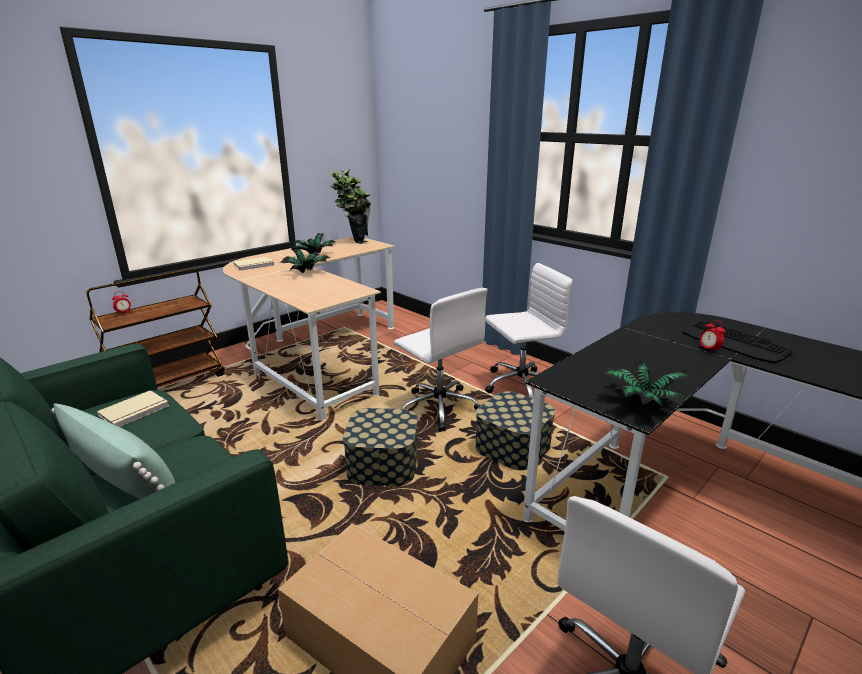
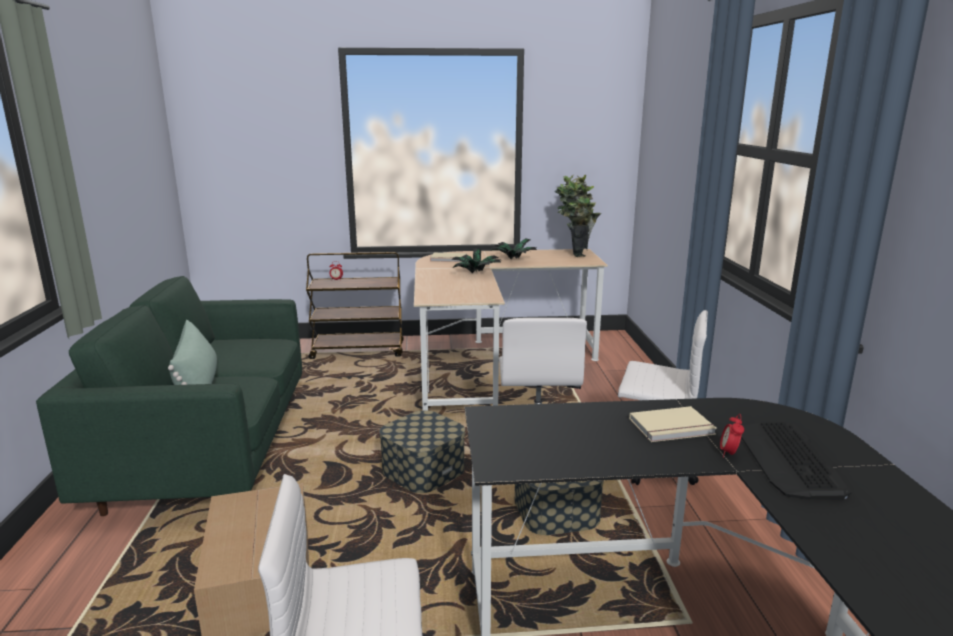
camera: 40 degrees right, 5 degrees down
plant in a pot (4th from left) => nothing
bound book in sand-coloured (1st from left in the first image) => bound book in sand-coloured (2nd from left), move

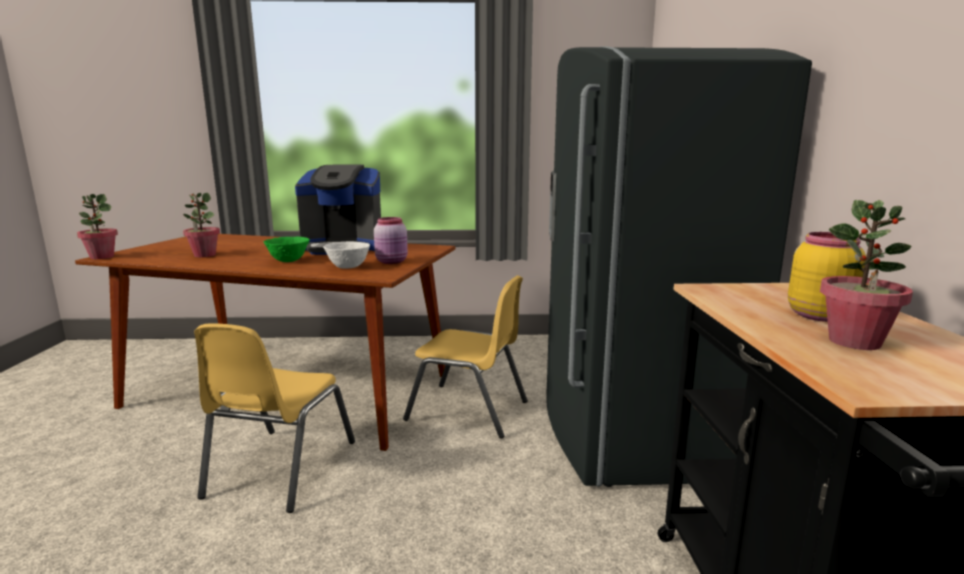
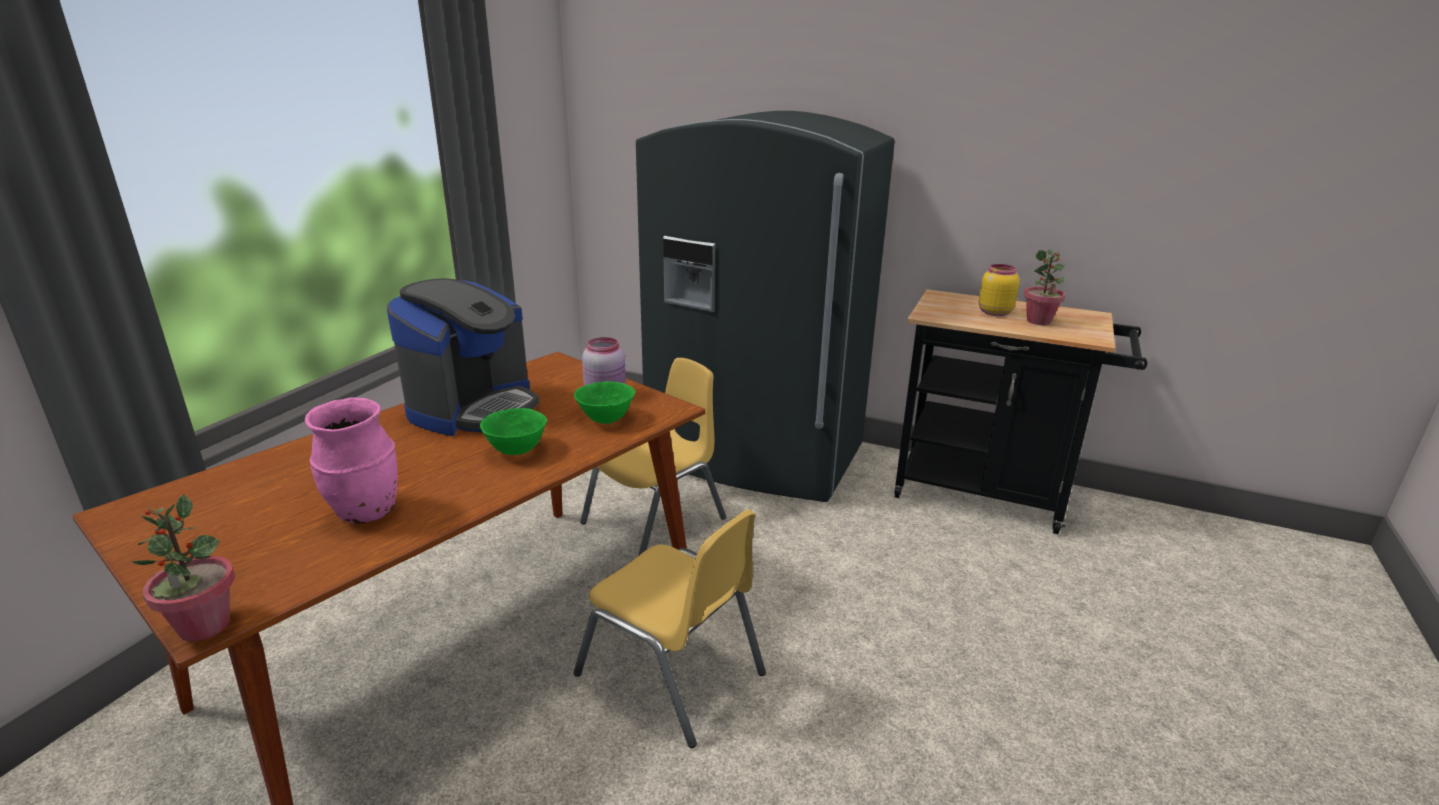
camera: 65 degrees left, 10 degrees up
plant in a pot (2nd from left) => flower vase in pink
bowl in white => bowl in green (2nd from left)

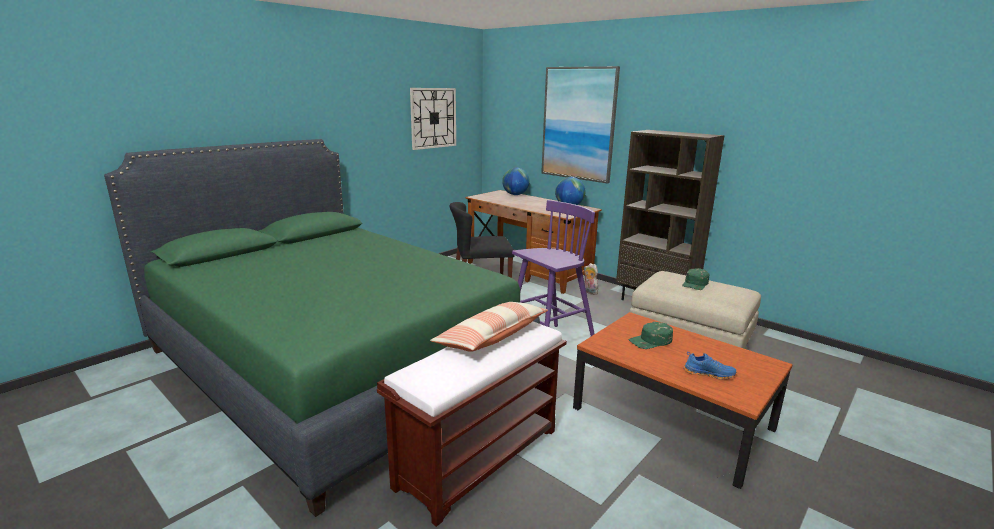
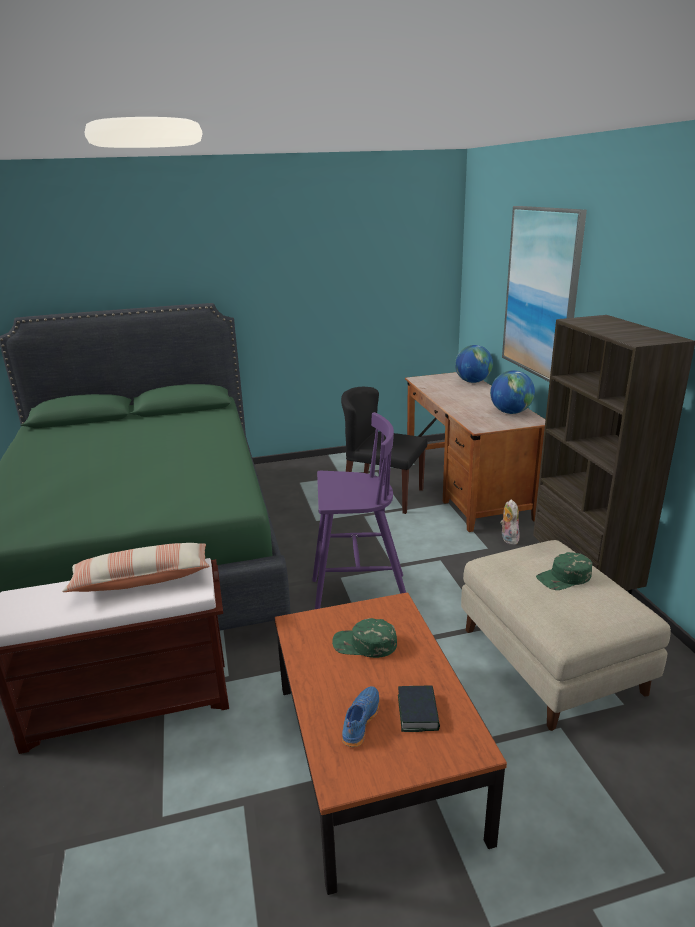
camera: 35 degrees right, 5 degrees up
wall clock => nothing
nothing => bound book
item of footwear in blue-coloured, 120 degrees counterclockwise

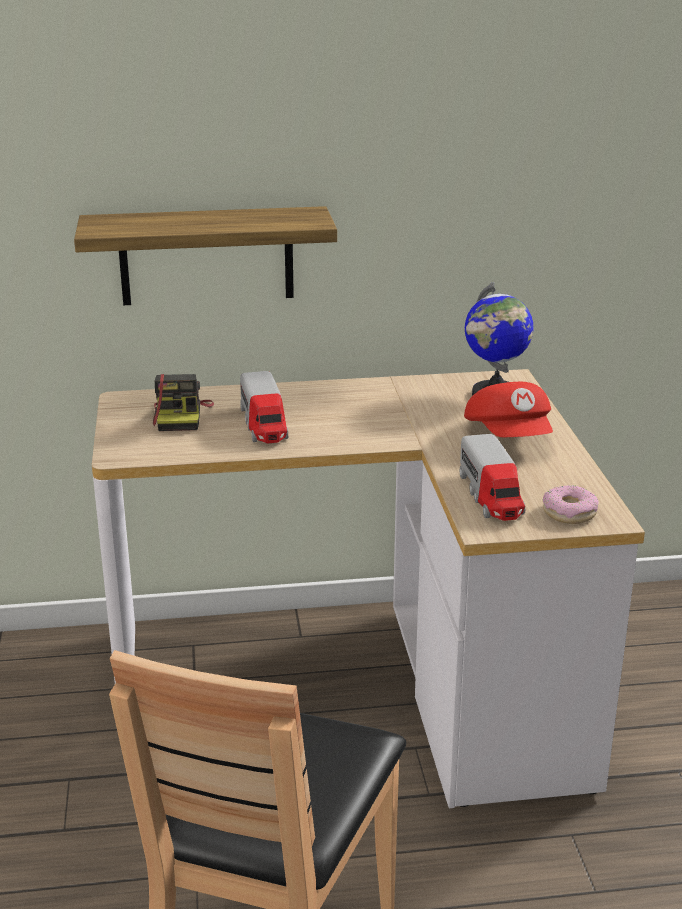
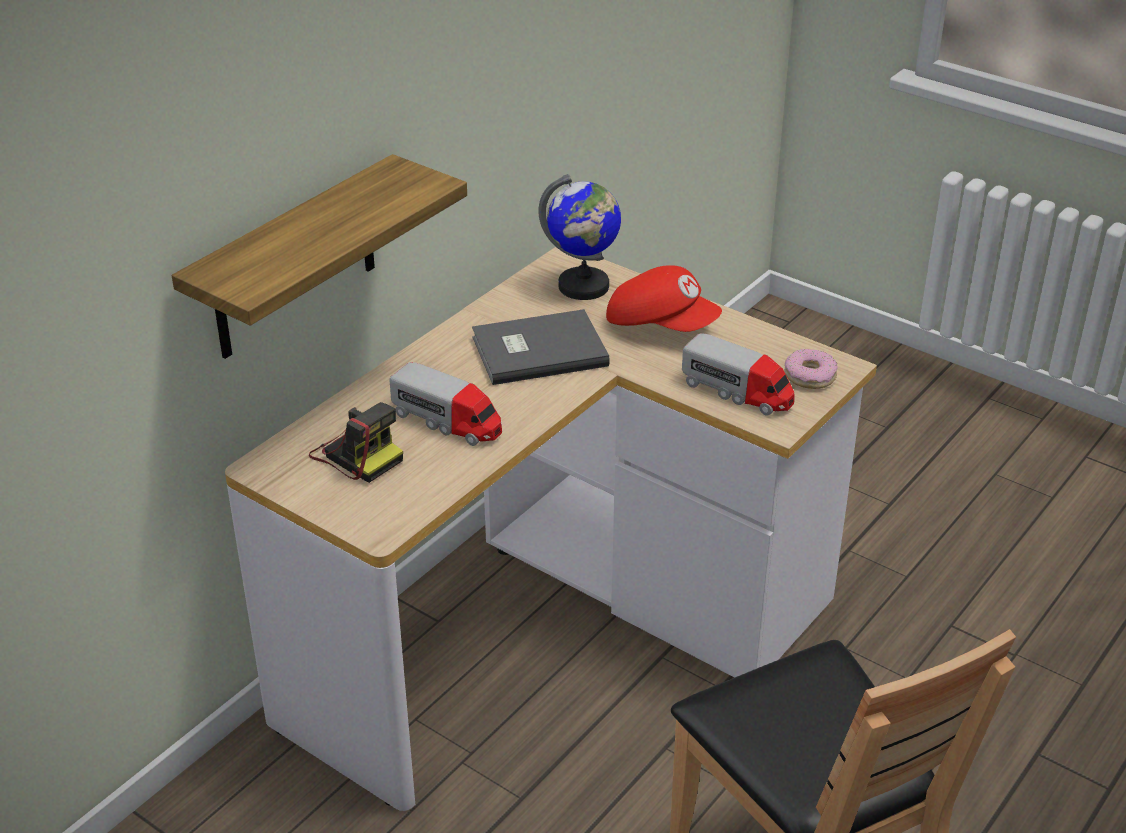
camera: 45 degrees left, 10 degrees up
nothing => bound book in gray

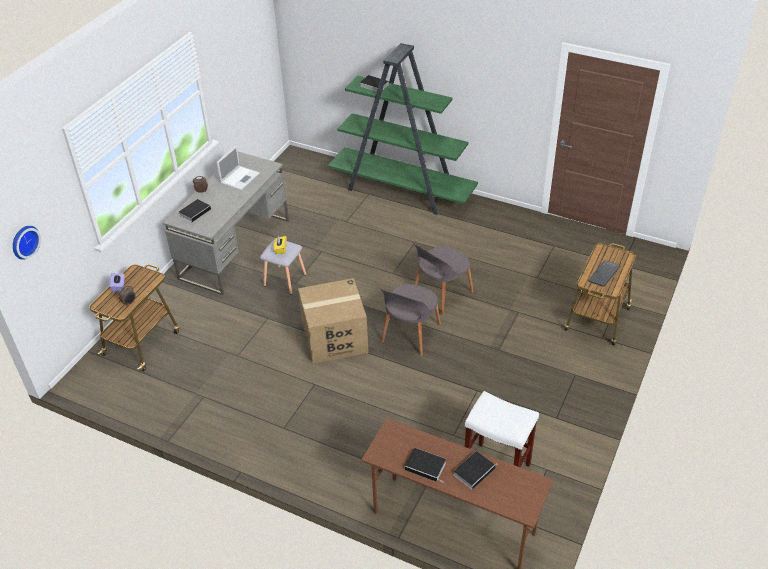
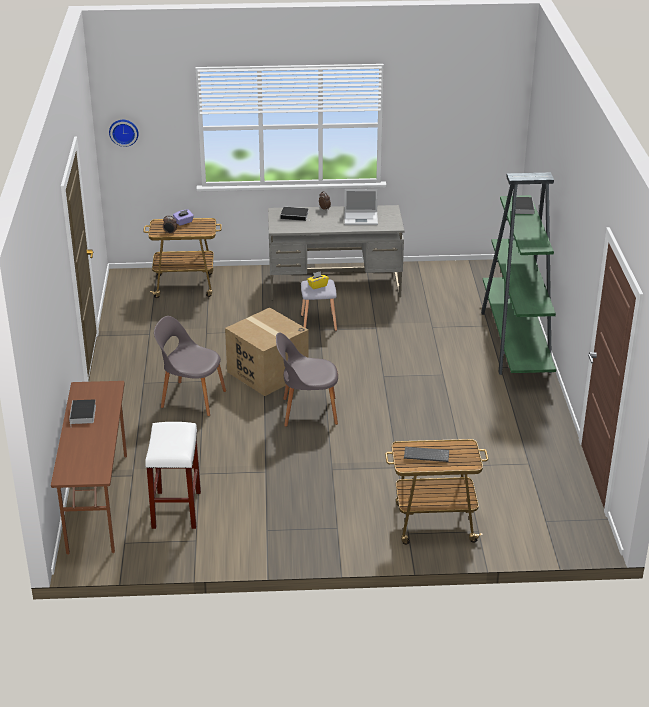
camera: 60 degrees right, 10 degrees down
bound book (4th from left) => nothing
plain chair in gray (2nd from left in the first image) => plain chair in gray (1st from left), move

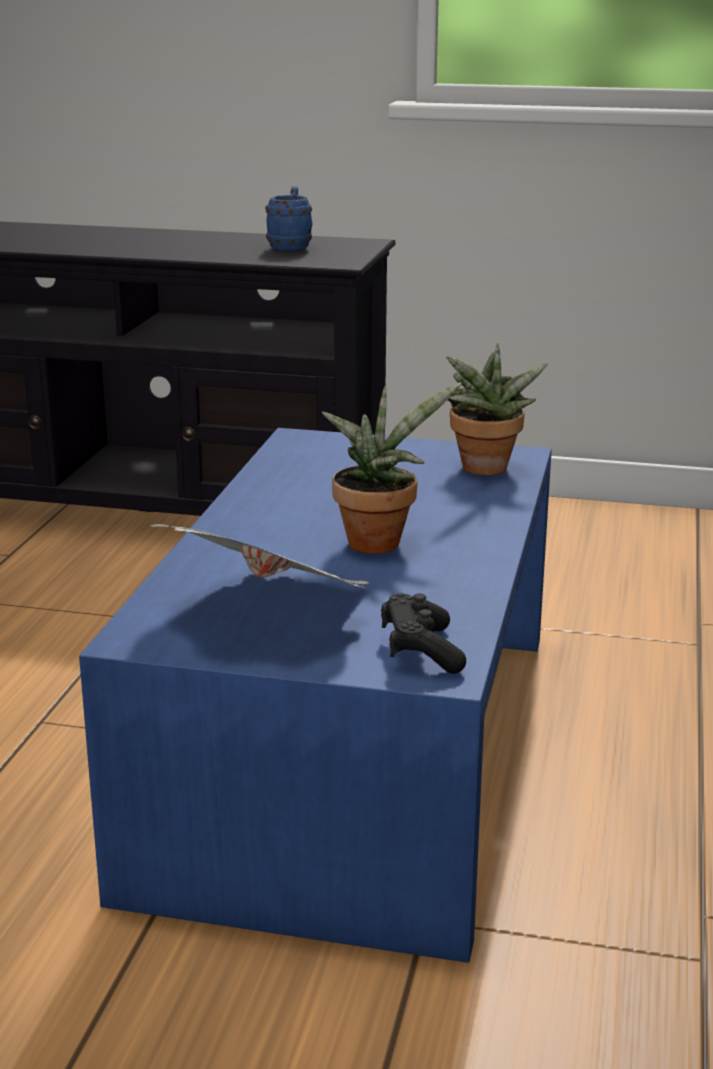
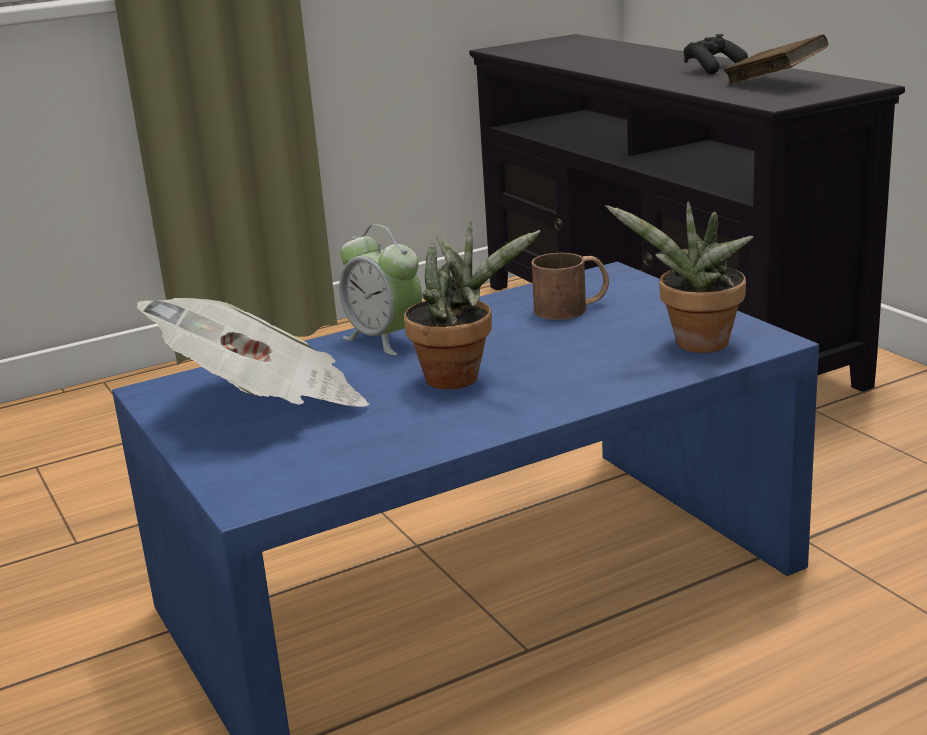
camera: 50 degrees right, 0 degrees up
nothing => alarm clock
nothing => mug in brown-coloured
joypad in black, move
mug in blue-coloured => bound book in brown-coloured

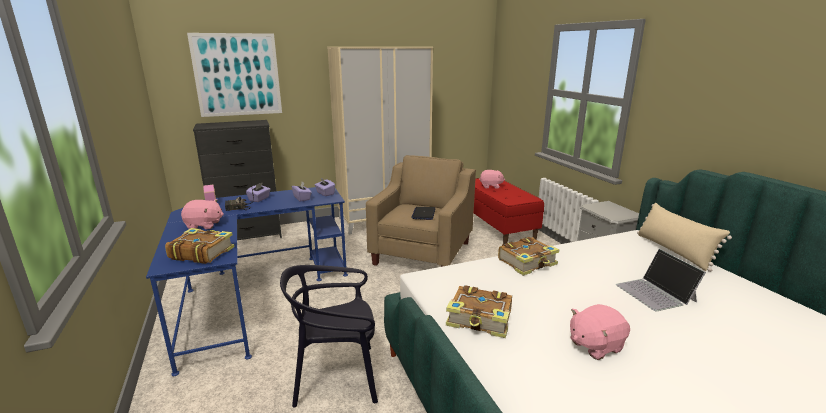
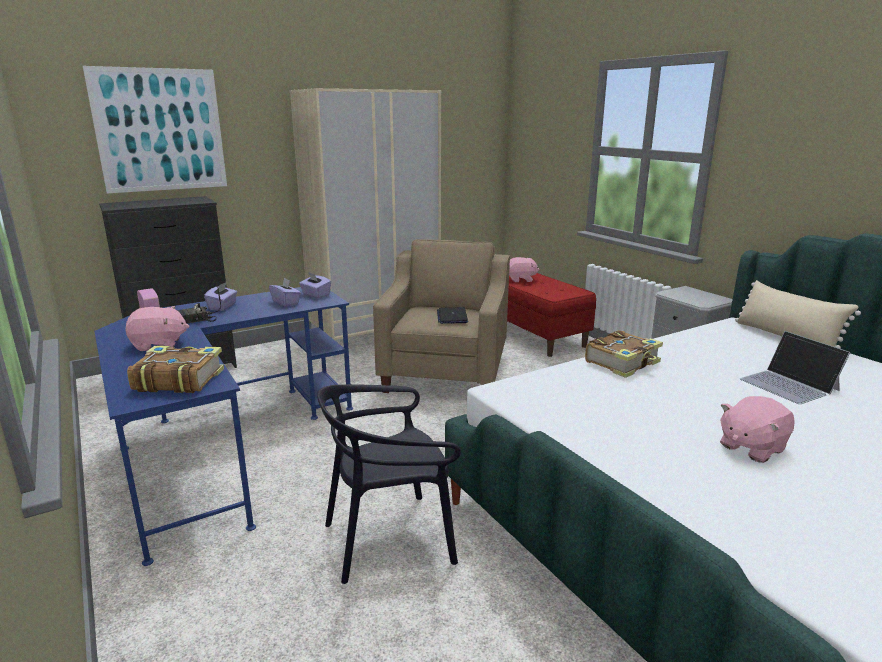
camera: 10 degrees left, 0 degrees up
bound book (2nd from left) => nothing

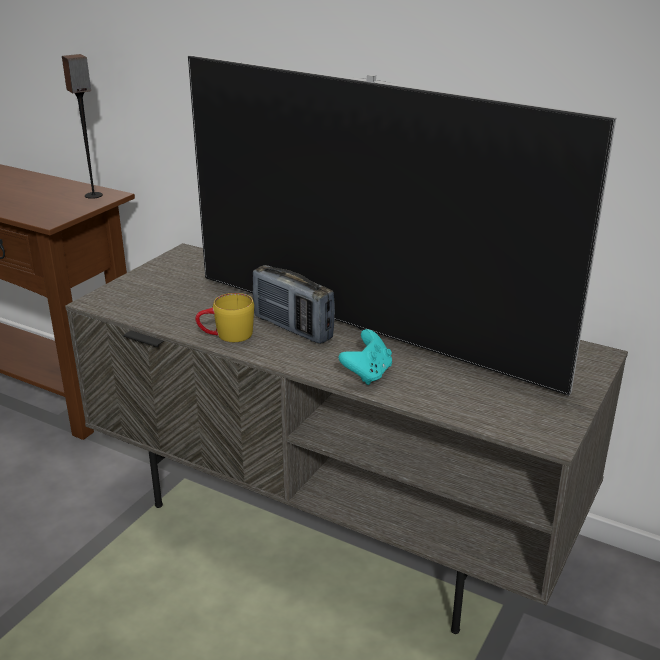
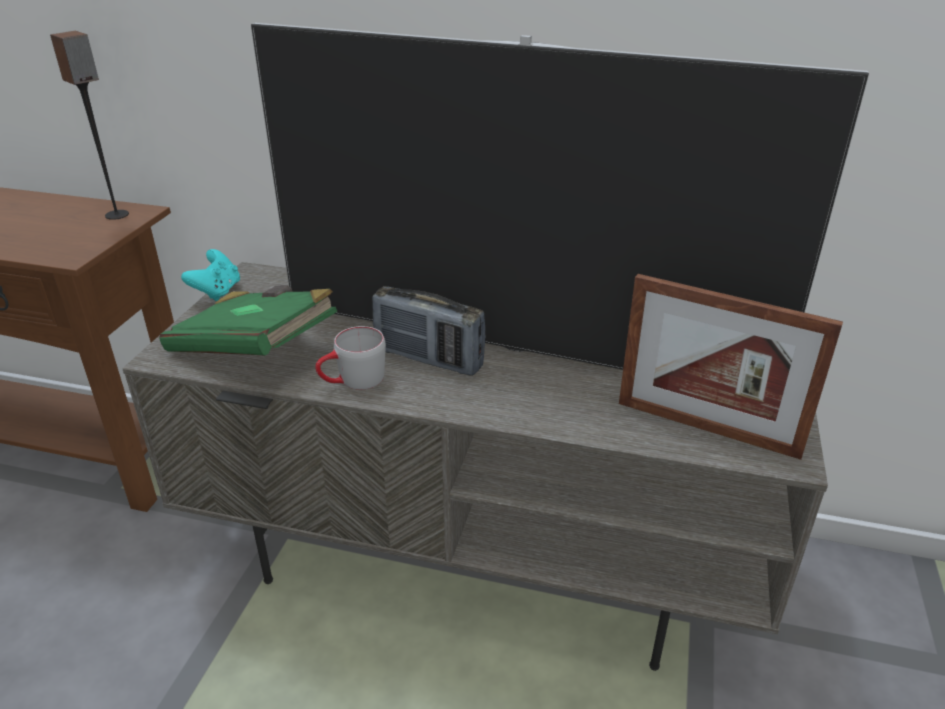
camera: 15 degrees left, 5 degrees up
nothing => bound book in green
nothing => standing frame
joypad in blue-green, move
mug in yellow-coloured => mug in gray

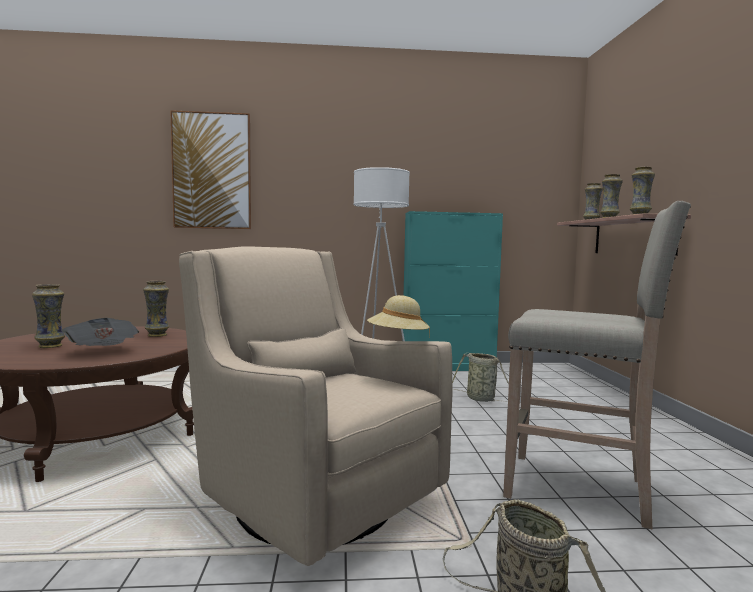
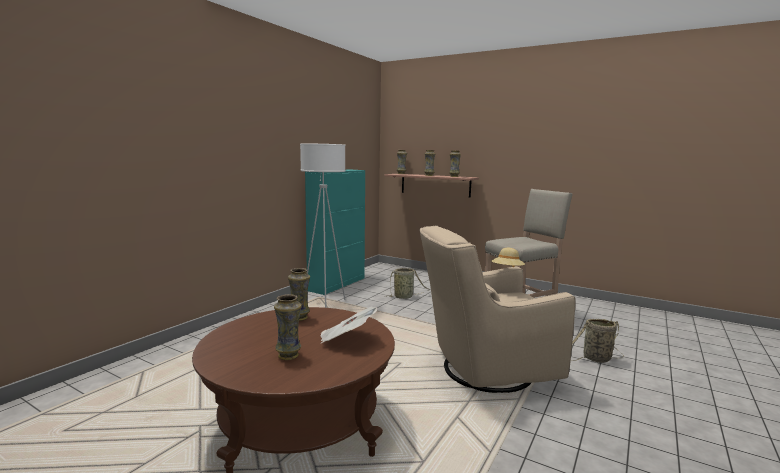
camera: 55 degrees left, 5 degrees up
picture => nothing

